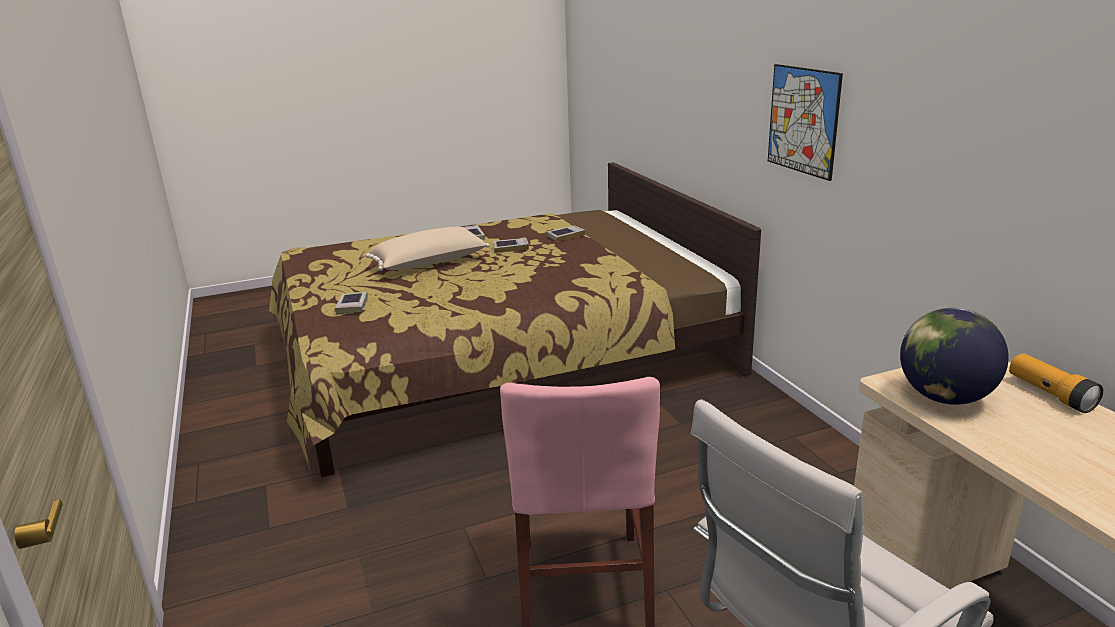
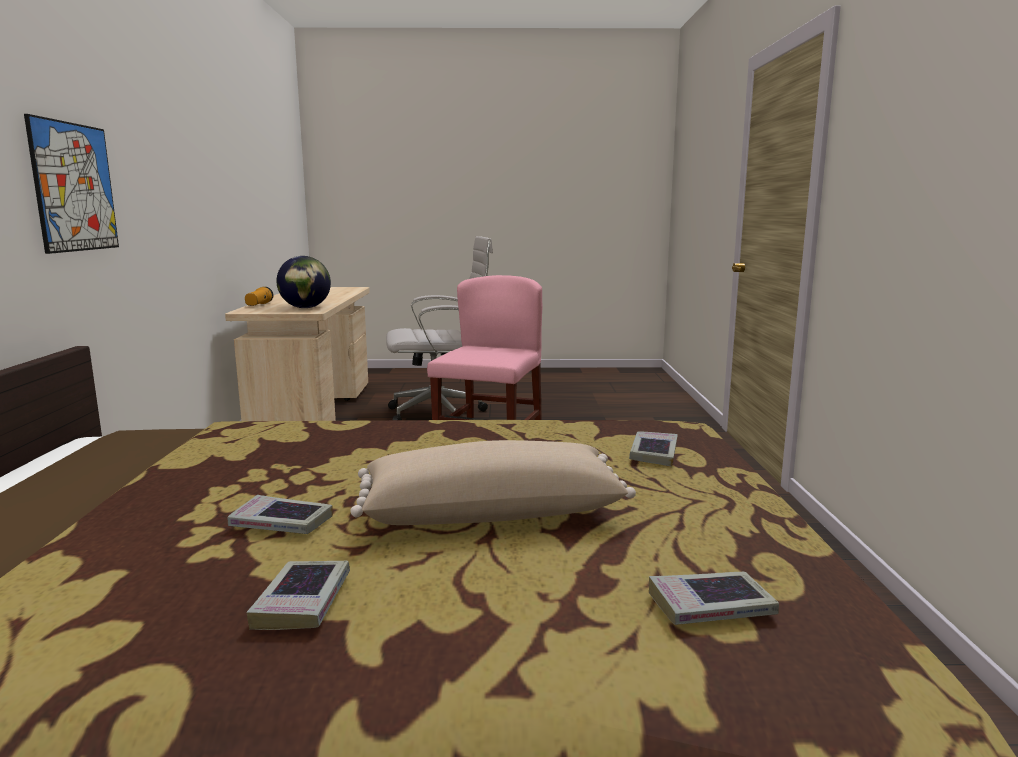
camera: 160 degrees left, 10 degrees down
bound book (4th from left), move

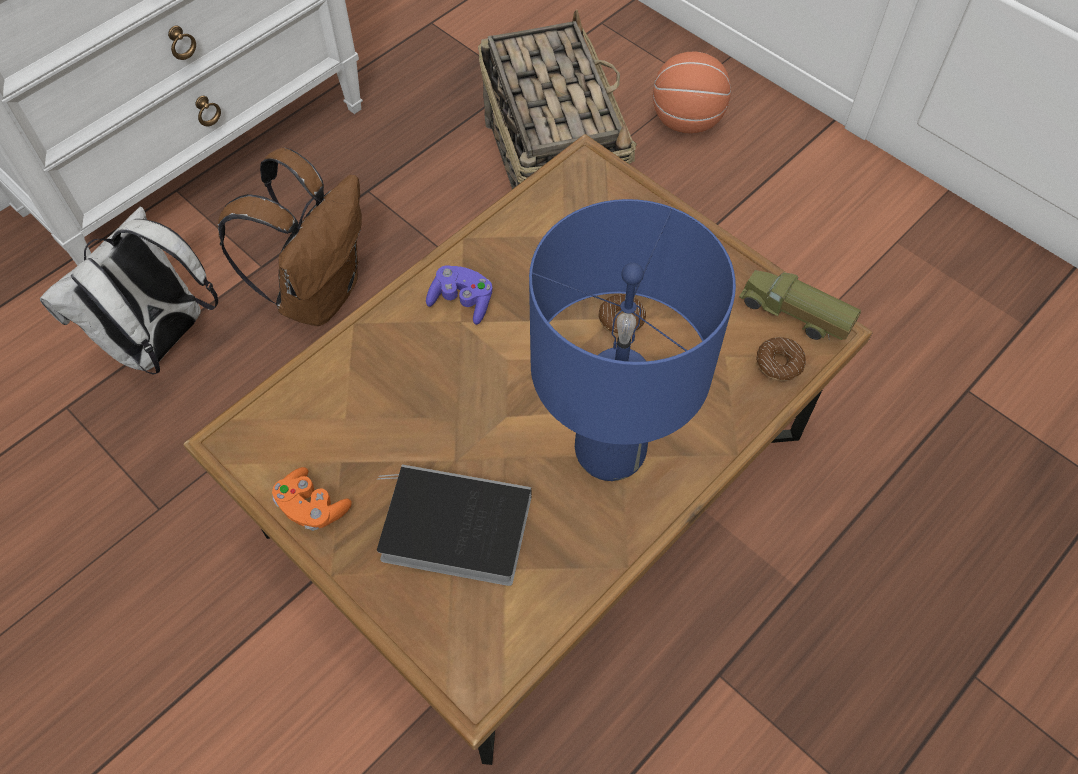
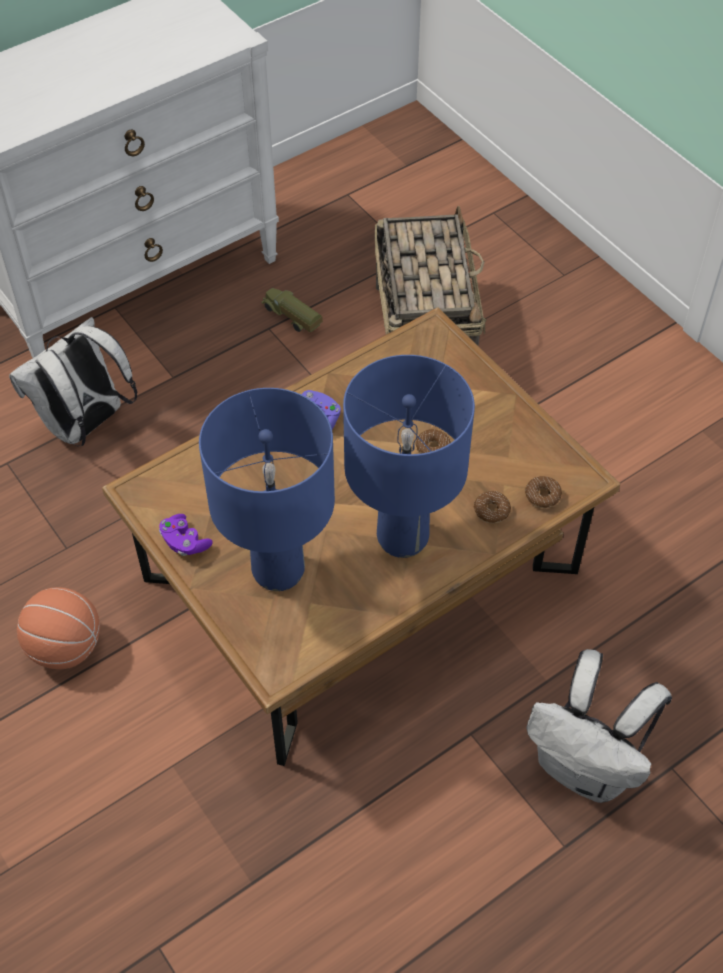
camera: 10 degrees right, 5 degrees down
backpack in brown-coloured => nothing
nothing => donut (2nd from left)
nothing => backpack in white (2nd from left)
basketball, move
model truck, move
bound book => lamp for a table in blue-coloured (1st from left)
joypad in orangey => joypad in purple (1st from left)

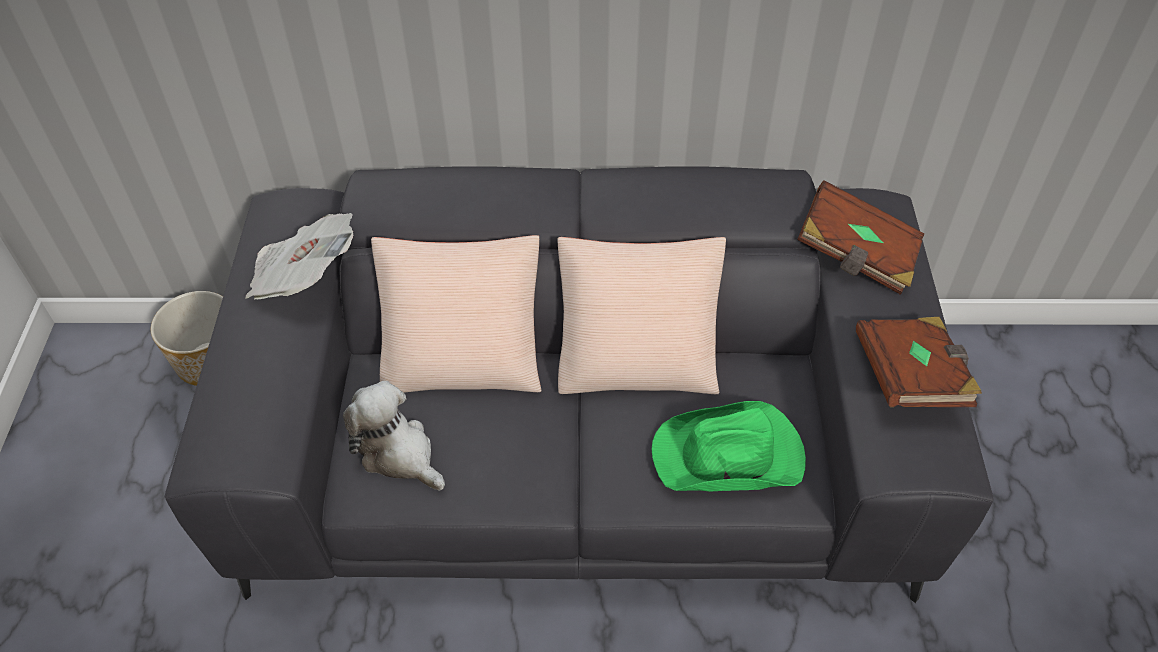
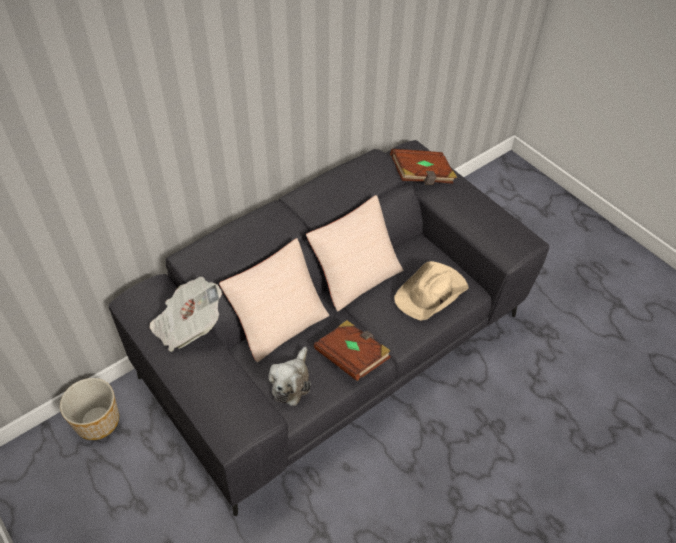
camera: 40 degrees left, 0 degrees up
bound book in brown-coloured (2nd from left in the first image) => bound book in brown-coloured (1st from left), move
hat in green => hat in sand-coloured
plush toy, 75 degrees counterclockwise

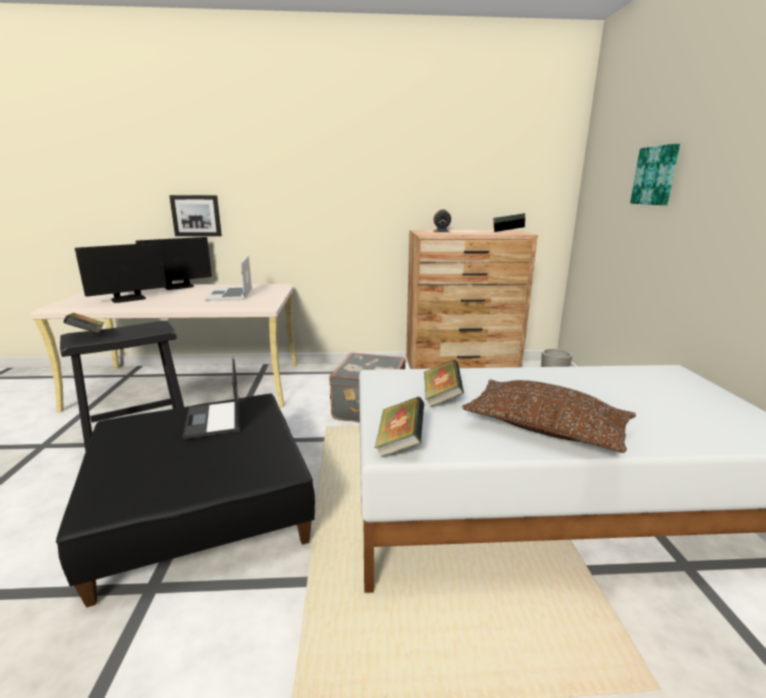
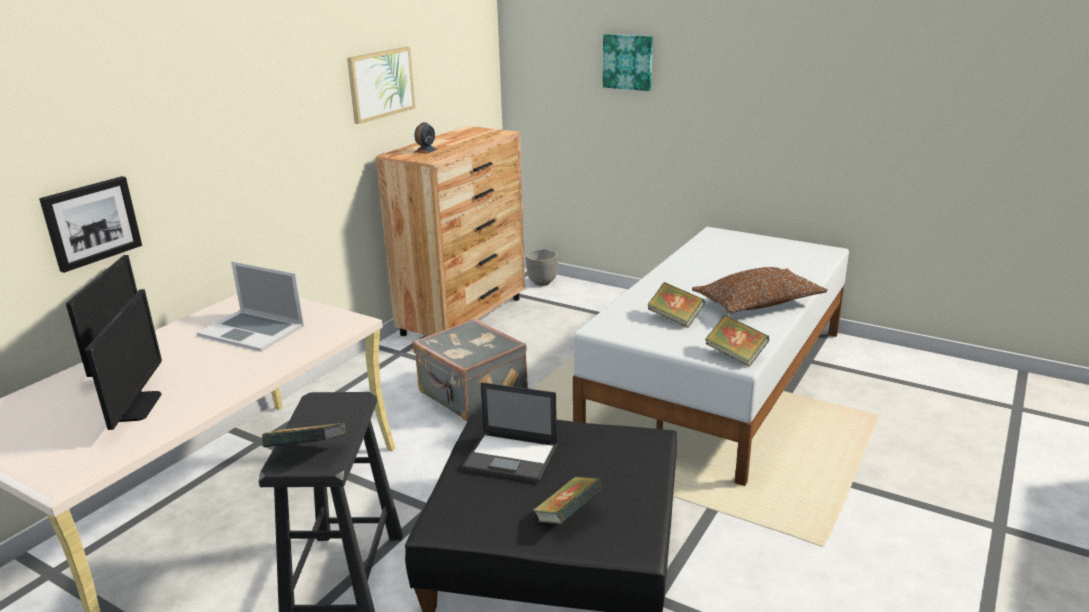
camera: 55 degrees left, 5 degrees up
nothing => picture (2nd from left)
bound book (4th from left in the first image) => bound book (2nd from left), move

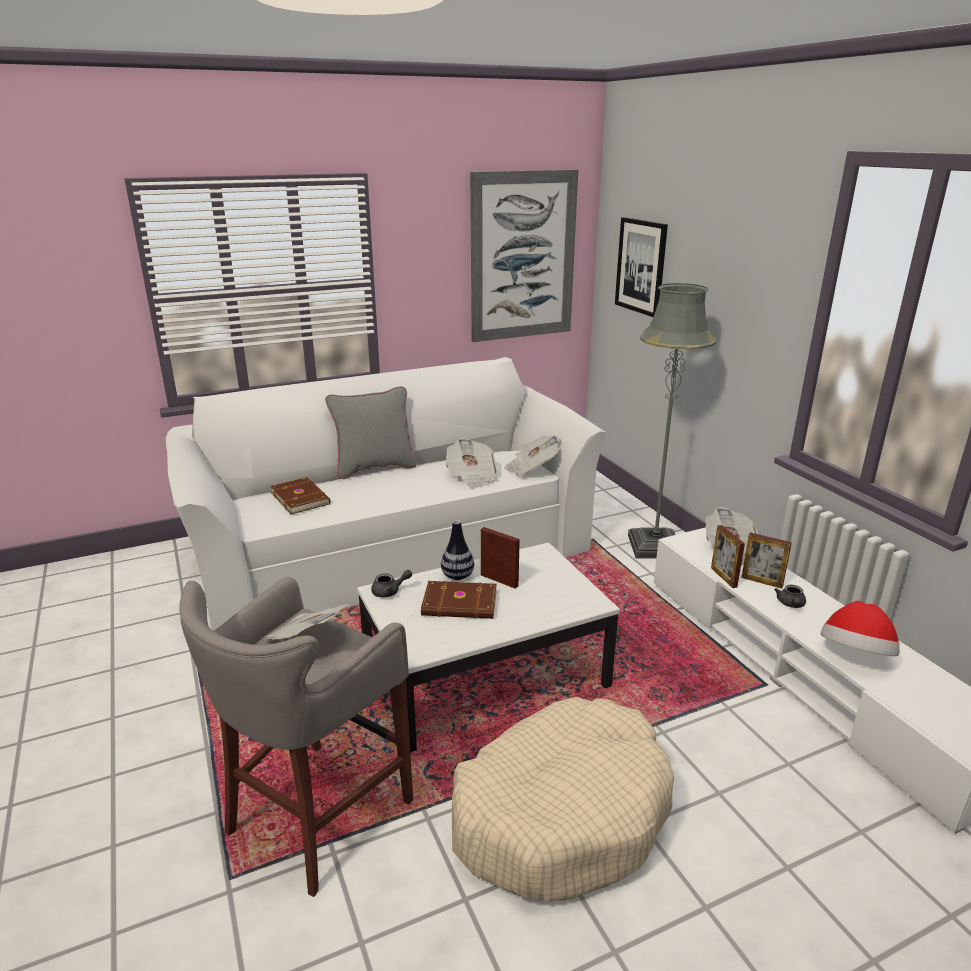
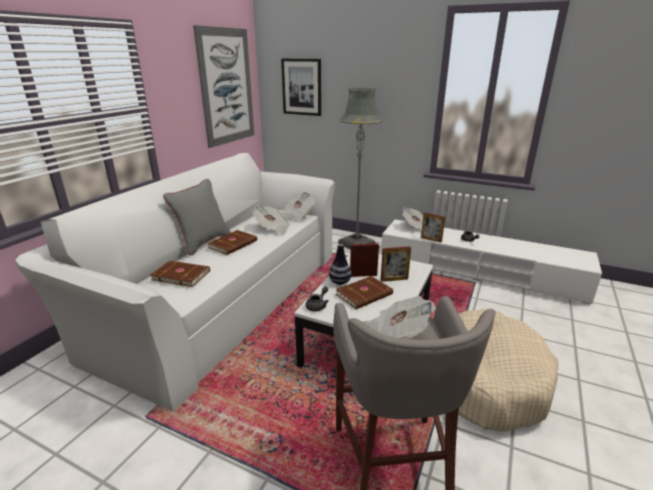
camera: 40 degrees left, 0 degrees up
hat => nothing
nothing => bound book in brown-coloured (2nd from left)
standing frame (3rd from left in the first image) => standing frame (2nd from left), move

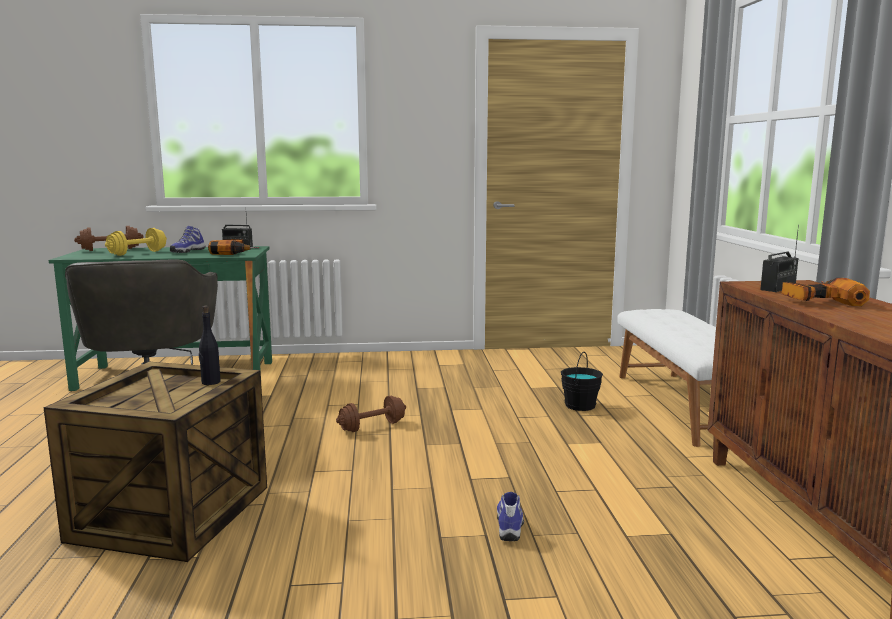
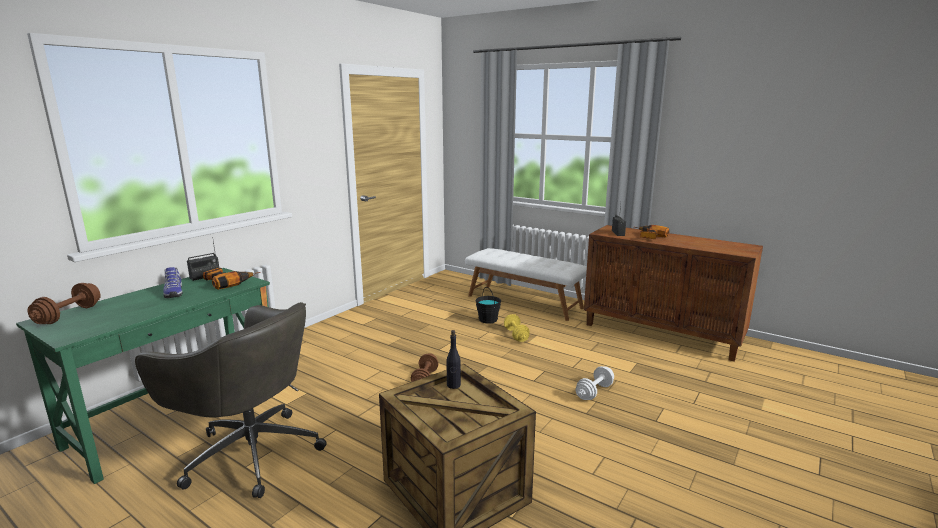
camera: 50 degrees left, 5 degrees up
hand weight in yellow-coloured, move
item of footwear (2nd from left) => hand weight in white

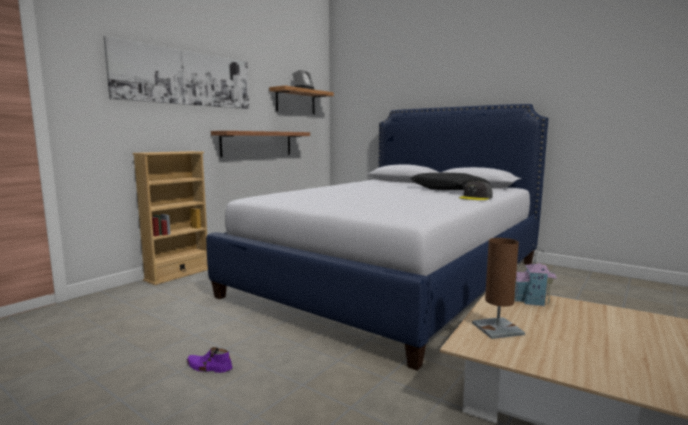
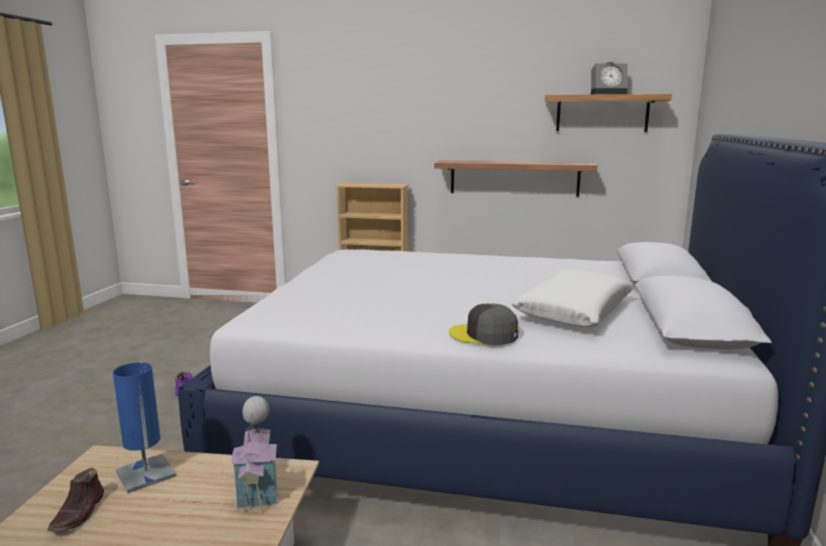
camera: 65 degrees right, 5 degrees up
picture => nothing
nothing => item of footwear in brown-coloured
pillow in black => pillow in white
lamp for a table in brown-coloured => lamp for a table in blue-coloured

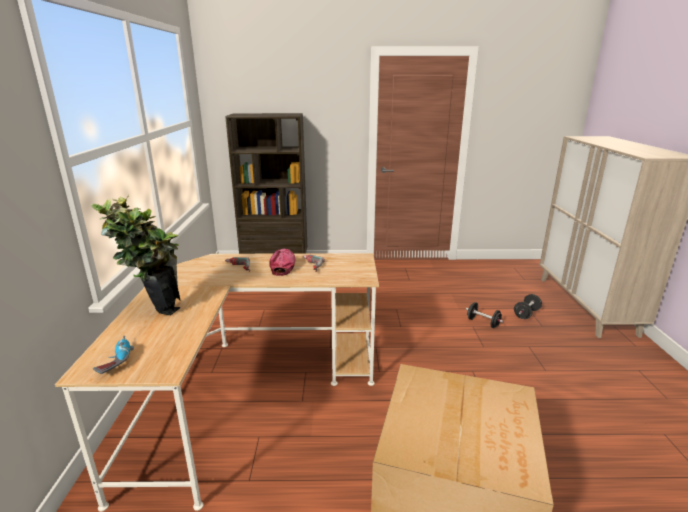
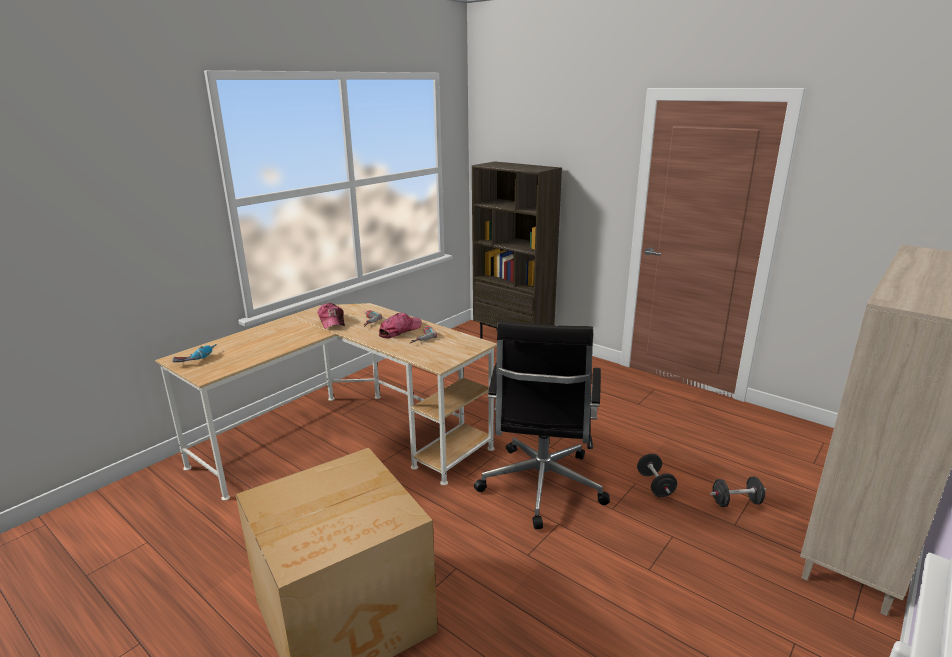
camera: 40 degrees right, 0 degrees up
plant in a pot => nothing
nothing => baseball cap (1st from left)
nothing => computer chair in black

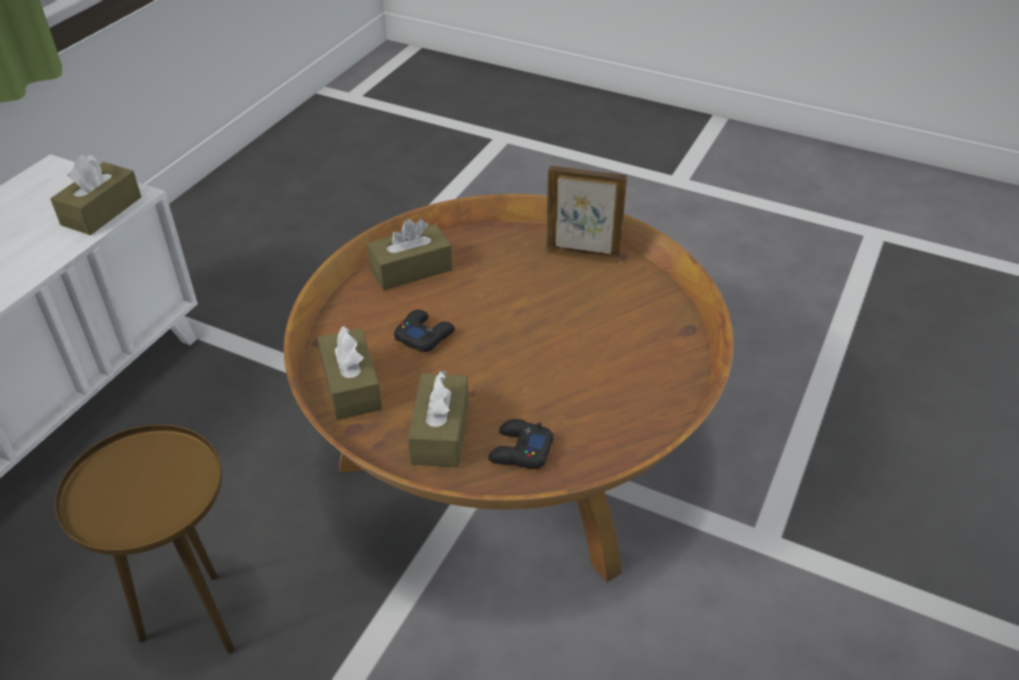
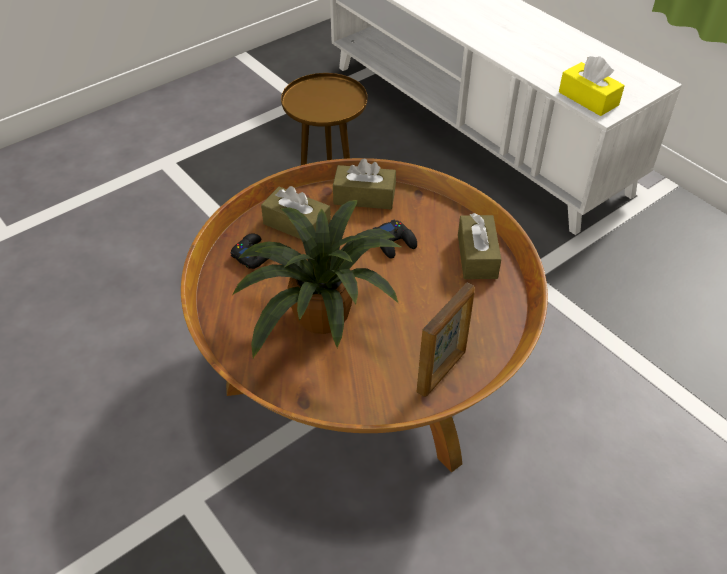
camera: 115 degrees right, 5 degrees up
nothing => plant in a pot
tissue box in brown-coloured (1st from left) => tissue box in yellow-coloured

